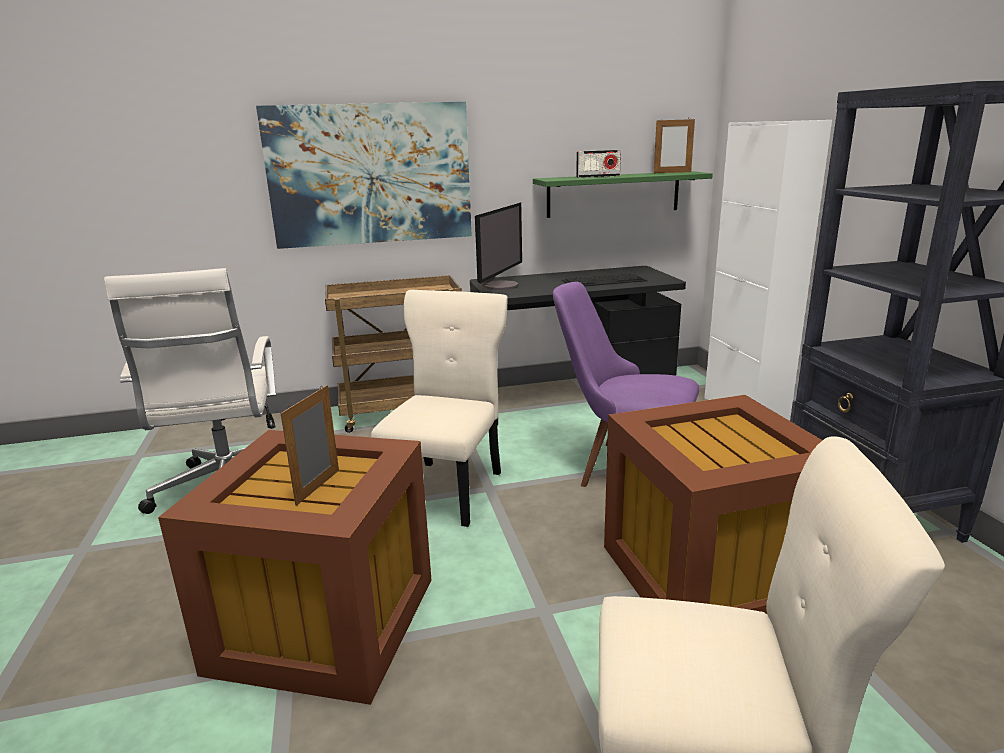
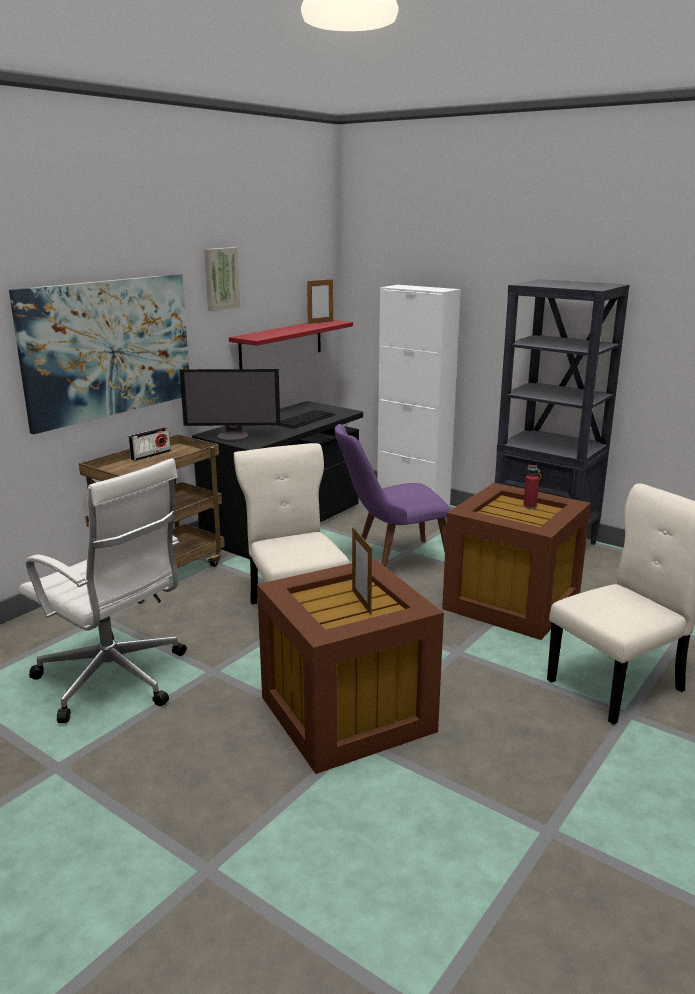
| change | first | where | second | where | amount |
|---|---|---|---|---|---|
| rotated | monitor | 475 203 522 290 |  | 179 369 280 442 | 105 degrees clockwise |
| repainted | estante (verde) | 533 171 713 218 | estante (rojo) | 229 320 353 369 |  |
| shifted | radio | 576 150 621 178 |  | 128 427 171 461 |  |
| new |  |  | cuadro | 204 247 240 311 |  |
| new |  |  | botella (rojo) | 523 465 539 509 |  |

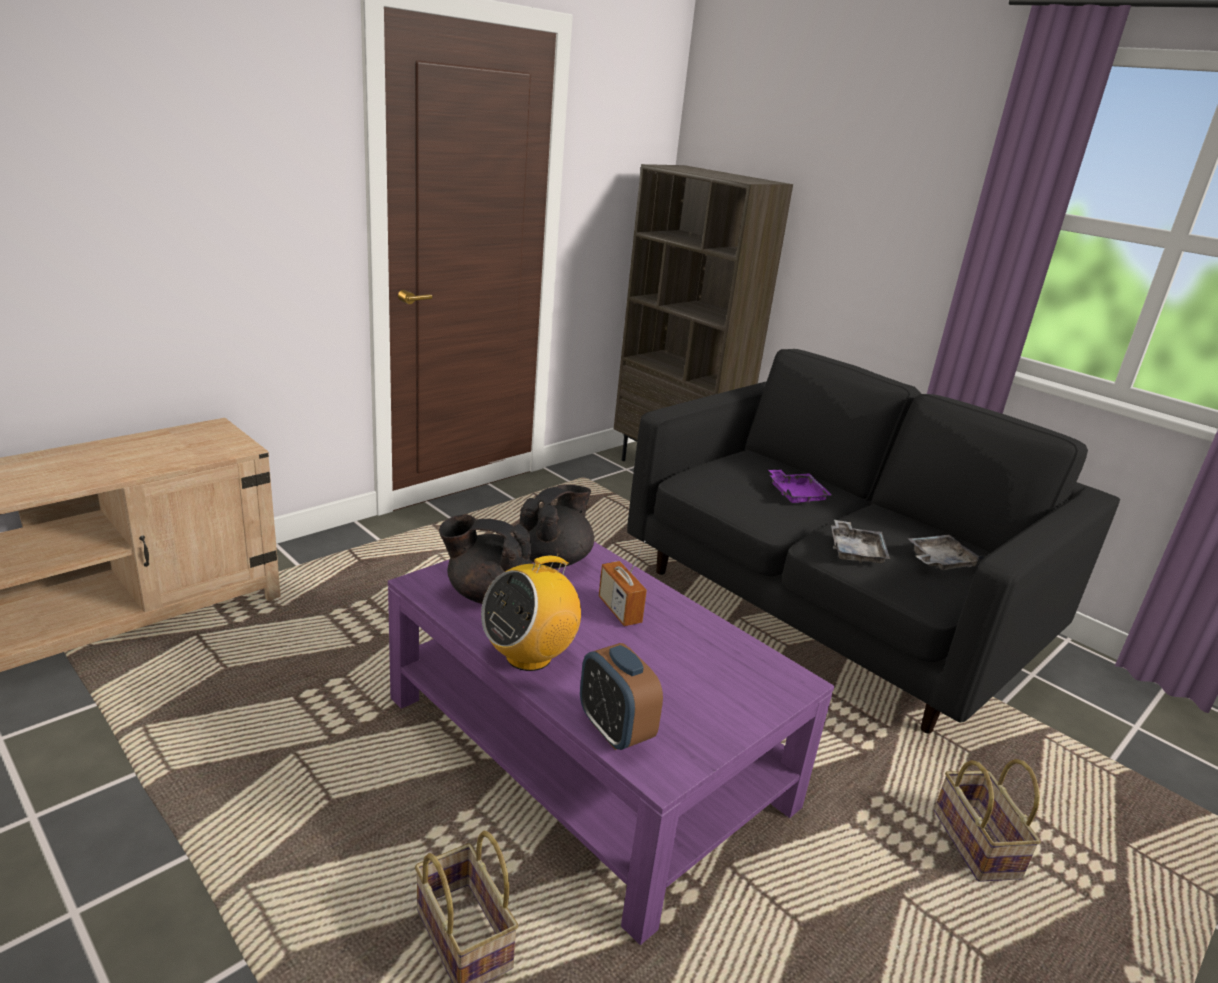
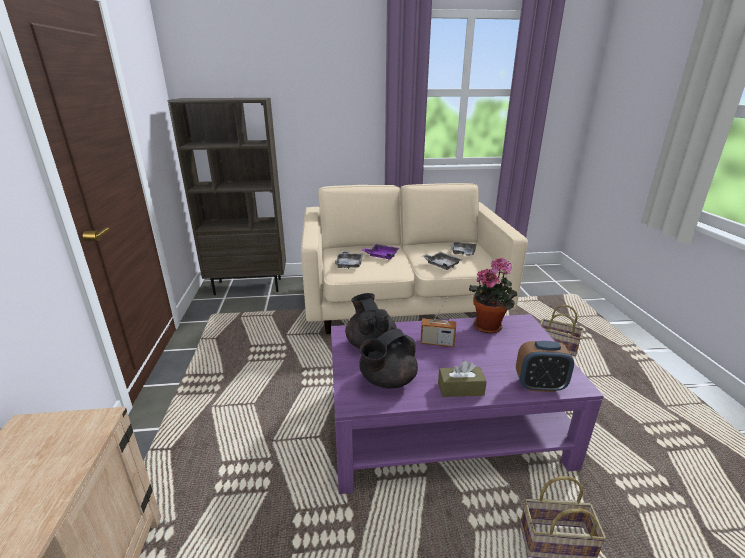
| change | first | where | second | where | amount |
|---|---|---|---|---|---|
| swapped | radio | 481 553 581 671 | caja de pañuelos (marrón) | 438 360 487 397 |  |
| repainted | sofá (negro) | 627 349 1120 734 | sofá (beis) | 301 183 528 334 |  |
| new |  |  | bandeja (gris) | 335 251 363 269 |  |
| new |  |  | planta en maceta | 469 258 517 333 |  |

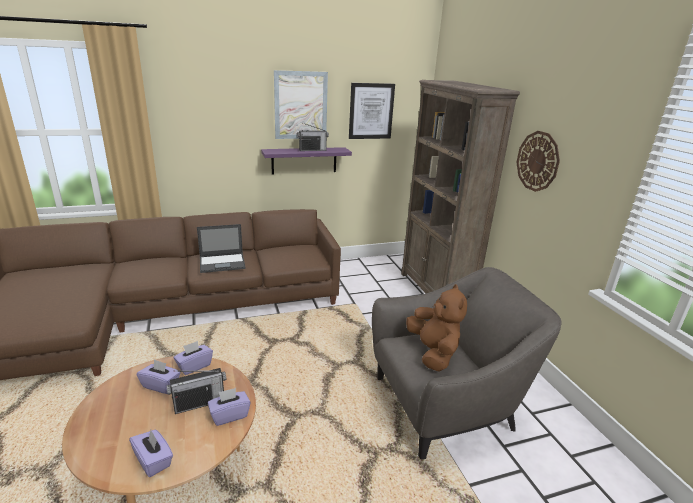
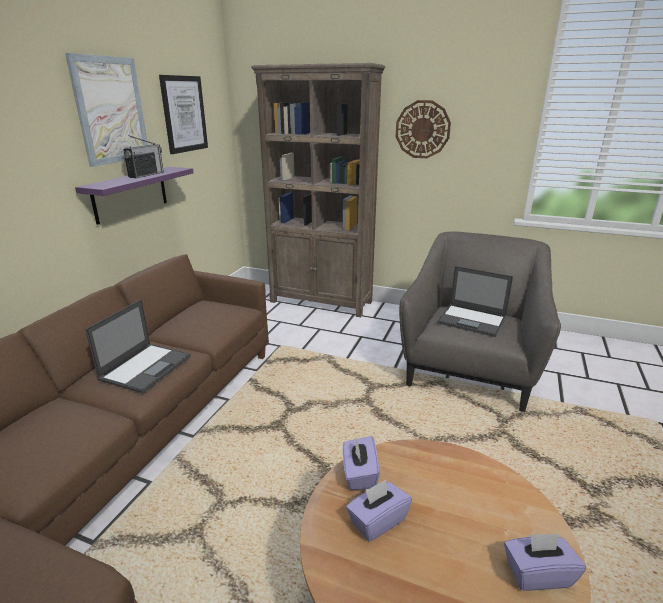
| change | first | where | second | where | amount |
|---|---|---|---|---|---|
| gone | radio | 166 368 227 414 |  |  |  |
| gone | caja de pañuelos (morado) | 208 388 250 426 |  |  |  |
| swapped | peluche (marrón) | 406 284 467 372 | portátil | 437 266 513 337 |  |

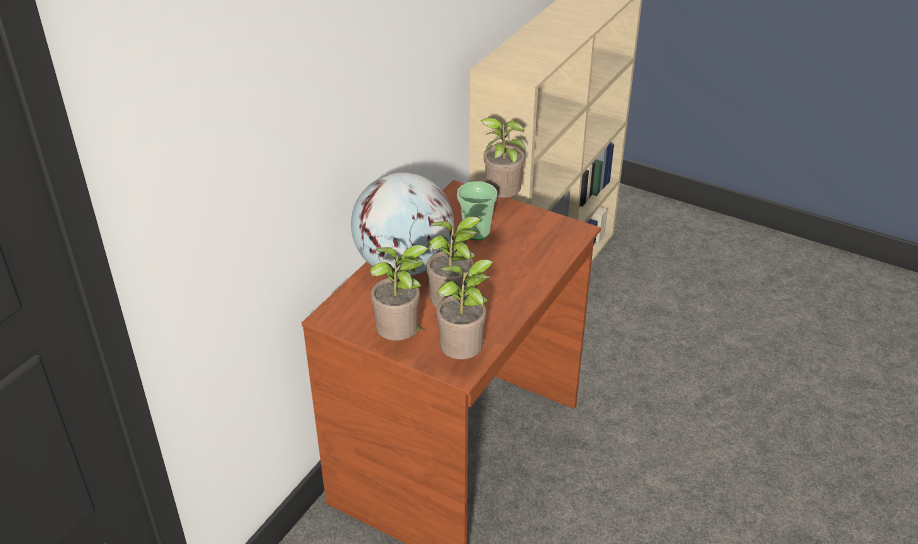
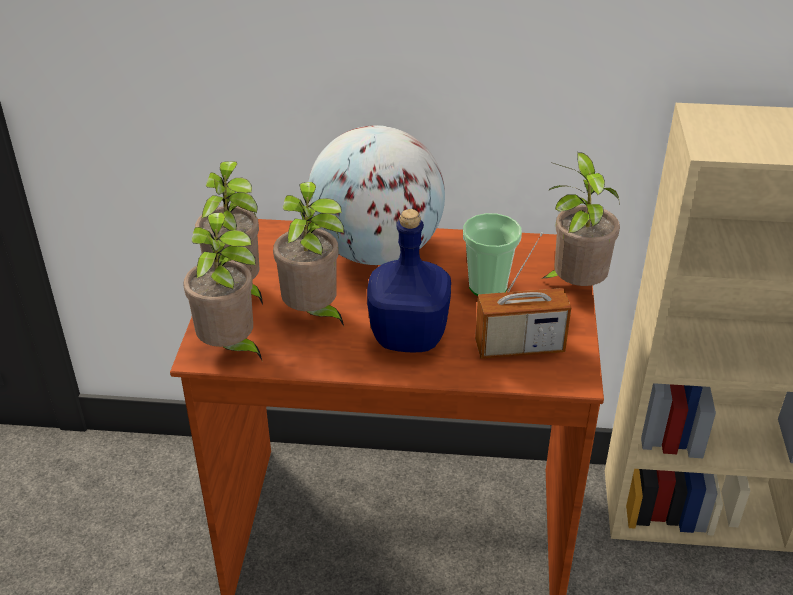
| change | first | where | second | where | amount |
|---|---|---|---|---|---|
| new |  |  | botella (azul) | 367 209 451 352 |  |
| new |  |  | radio | 475 232 571 359 |  |

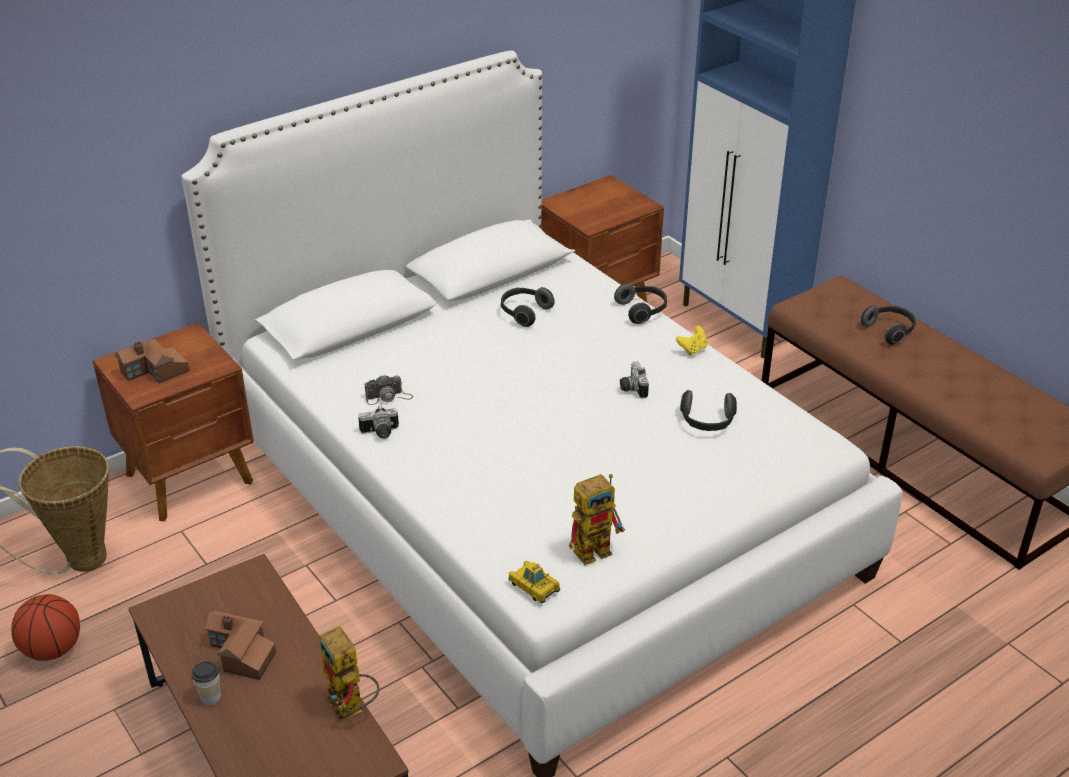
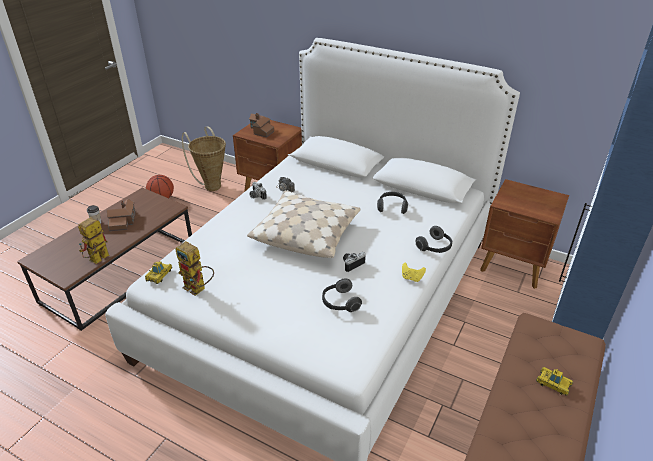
| change | first | where | second | where | amount |
|---|---|---|---|---|---|
| swapped | auriculares | 861 305 916 345 | coche de juguete | 536 367 573 396 |  |
| new |  |  | cojín (beis) | 247 191 360 258 |  |

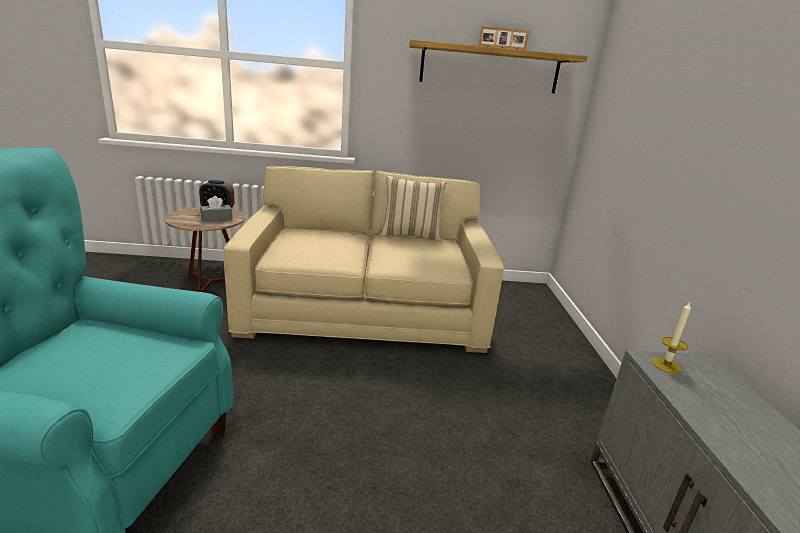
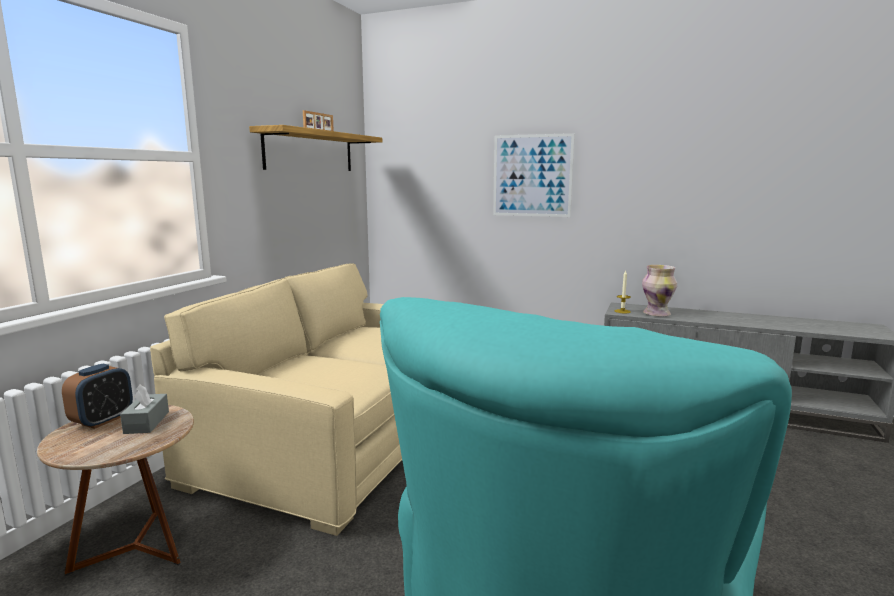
| change | first | where | second | where | amount |
|---|---|---|---|---|---|
| gone | cojín (beis) | 380 176 447 242 |  |  |  |
| new |  |  | cuadro | 493 133 575 217 |  |
| new |  |  | florero | 642 265 677 316 |  |

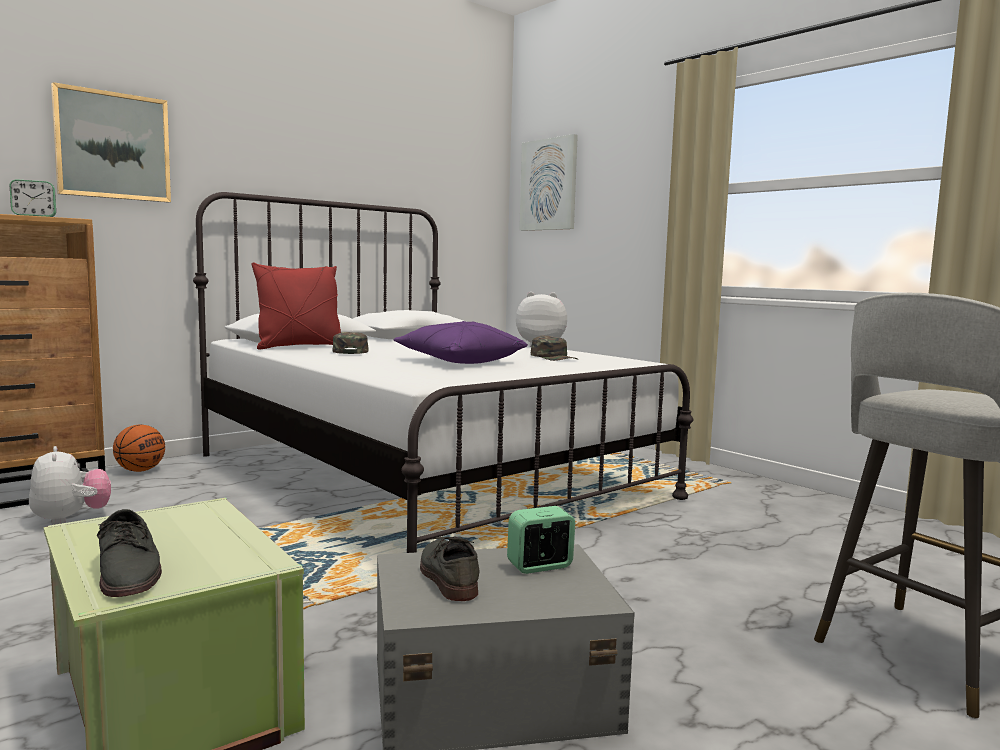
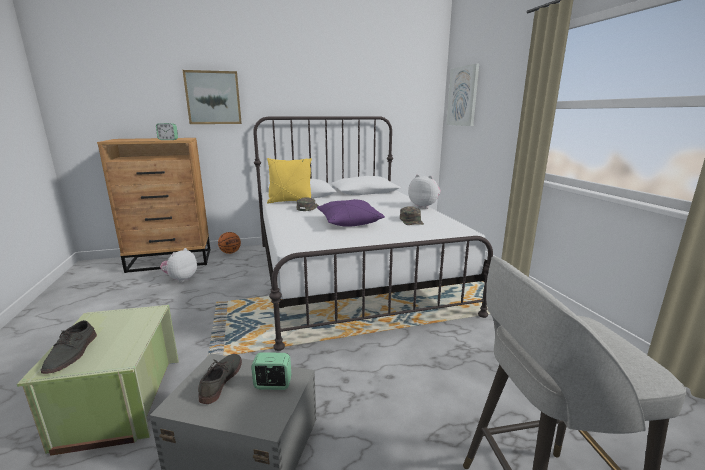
| change | first | where | second | where | amount |
|---|---|---|---|---|---|
| rotated | peluche | 29 446 111 525 |  | 160 248 197 283 | 150 degrees counterclockwise |
| repainted | cojín (rojo) | 252 262 341 350 | cojín (amarillo) | 267 158 312 203 |  |

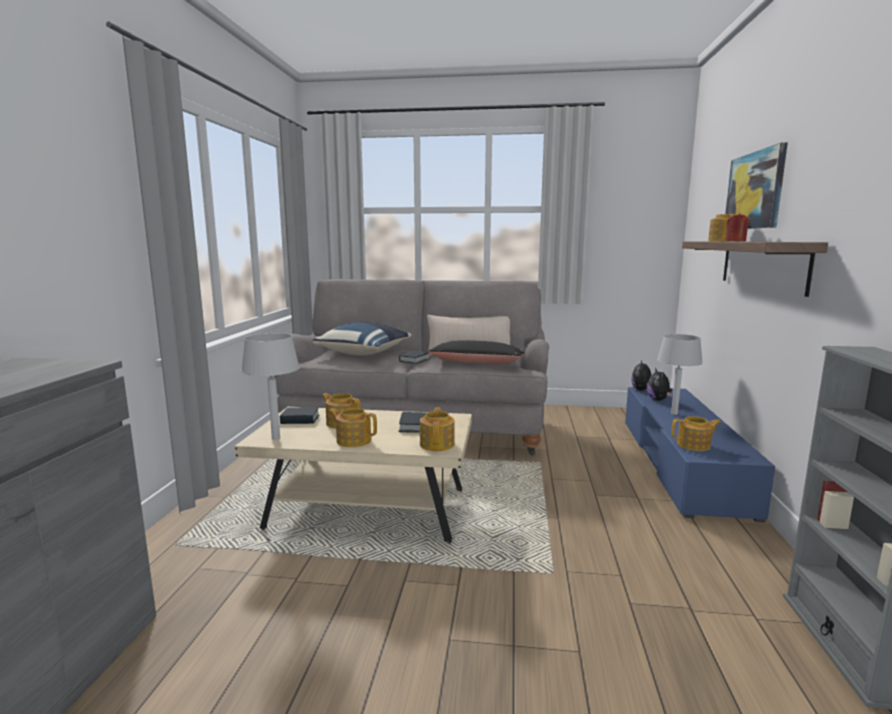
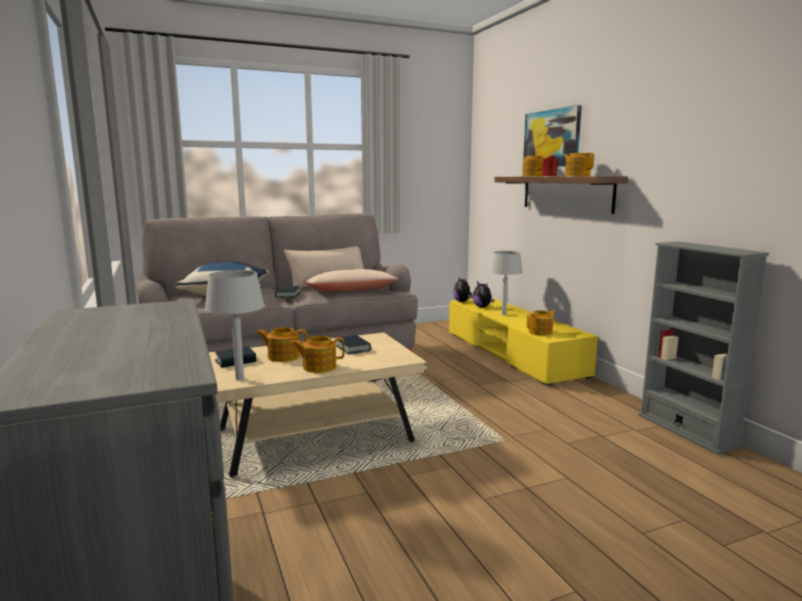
| change | first | where | second | where | amount |
|---|---|---|---|---|---|
| shifted | tetera | 420 407 455 451 |  | 563 153 594 176 |  |
| repainted | cojín (negro) | 427 340 525 364 | cojín (beis) | 305 269 398 292 |  |
| repainted | mueble de televisión (azul) | 625 387 775 523 | mueble de televisión (amarillo) | 449 298 598 386 |  |

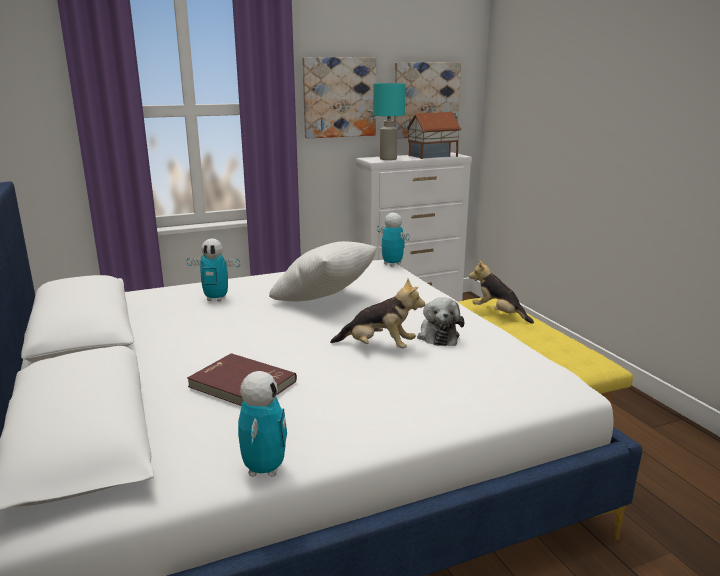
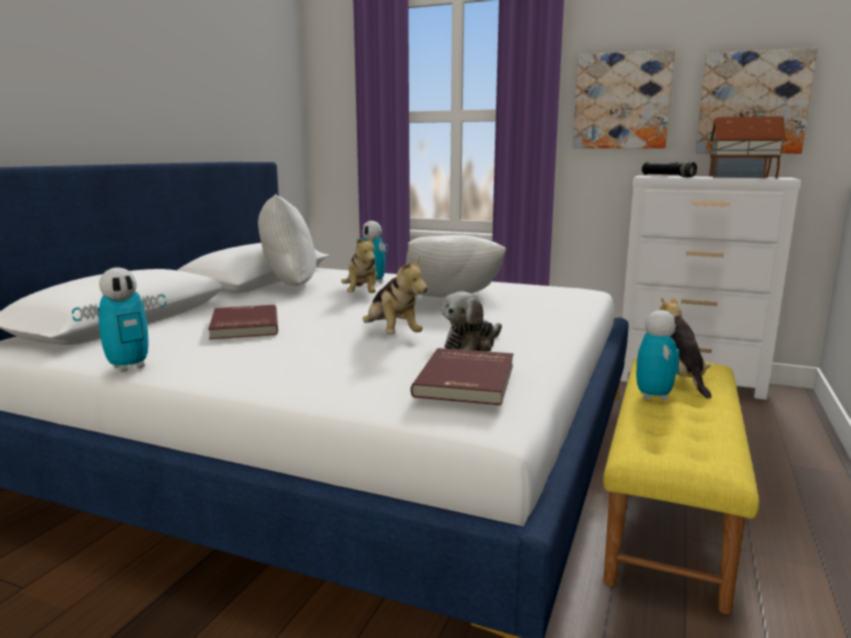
| change | first | where | second | where | amount |
|---|---|---|---|---|---|
| swapped | lámpara de mesa (turquesa) | 373 83 406 160 | linterna (negro) | 642 162 697 177 |  |
| shifted | robot de juguete | 377 212 410 267 |  | 636 310 679 400 |  |
| new |  |  | cojín (blanco) | 258 194 317 286 |  |
| new |  |  | peluche | 341 235 377 293 |  |
| new |  |  | libro (rojo) | 410 348 513 405 |  |

